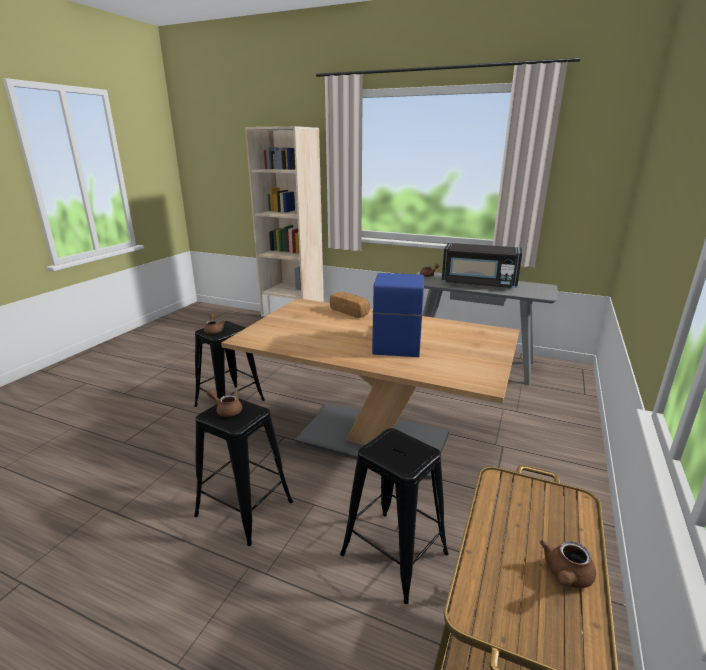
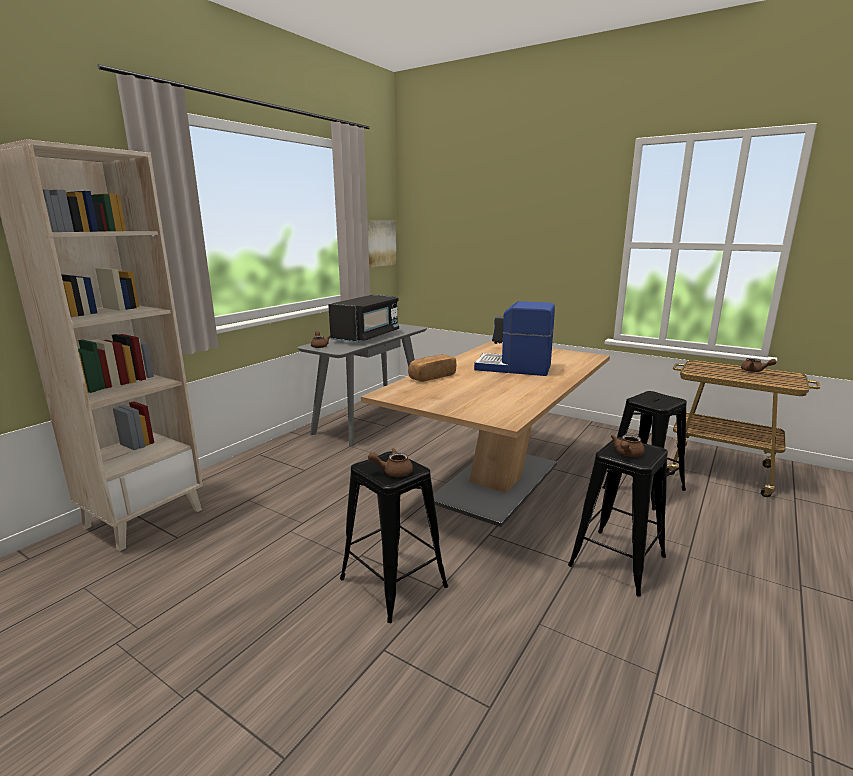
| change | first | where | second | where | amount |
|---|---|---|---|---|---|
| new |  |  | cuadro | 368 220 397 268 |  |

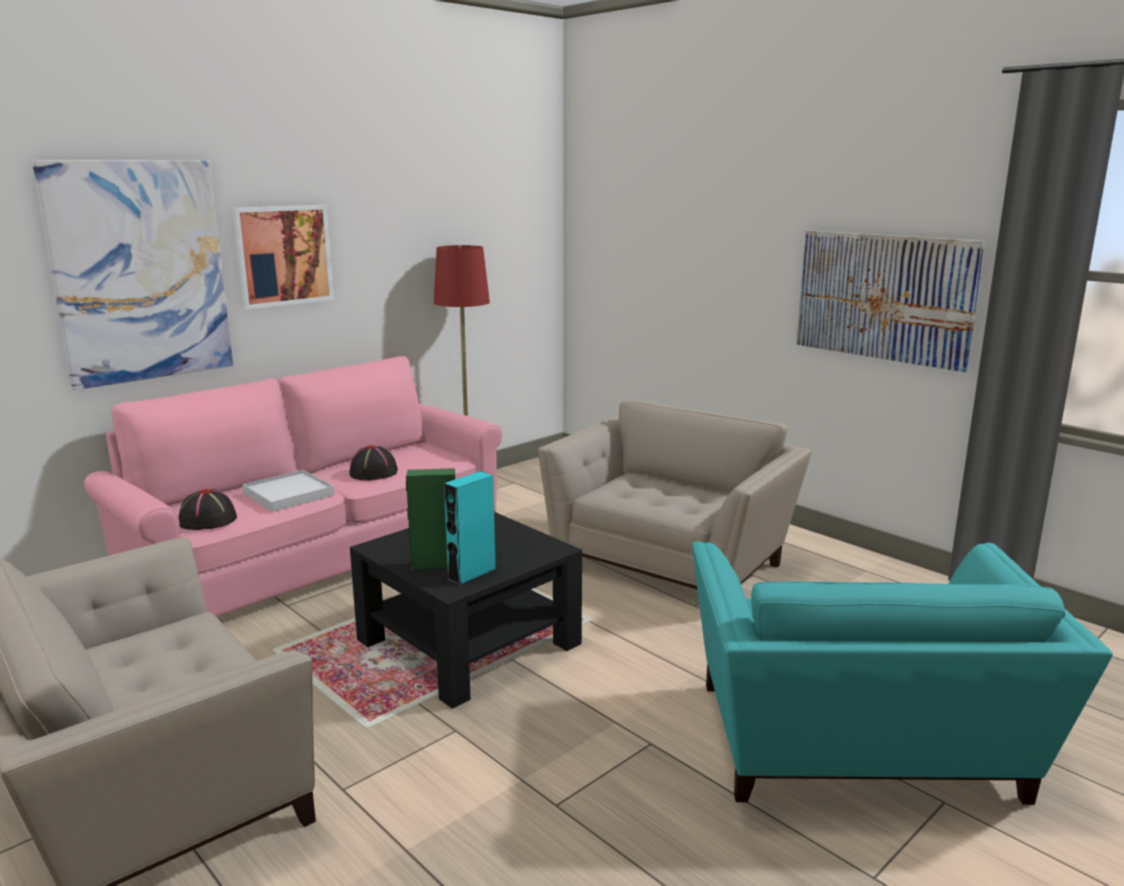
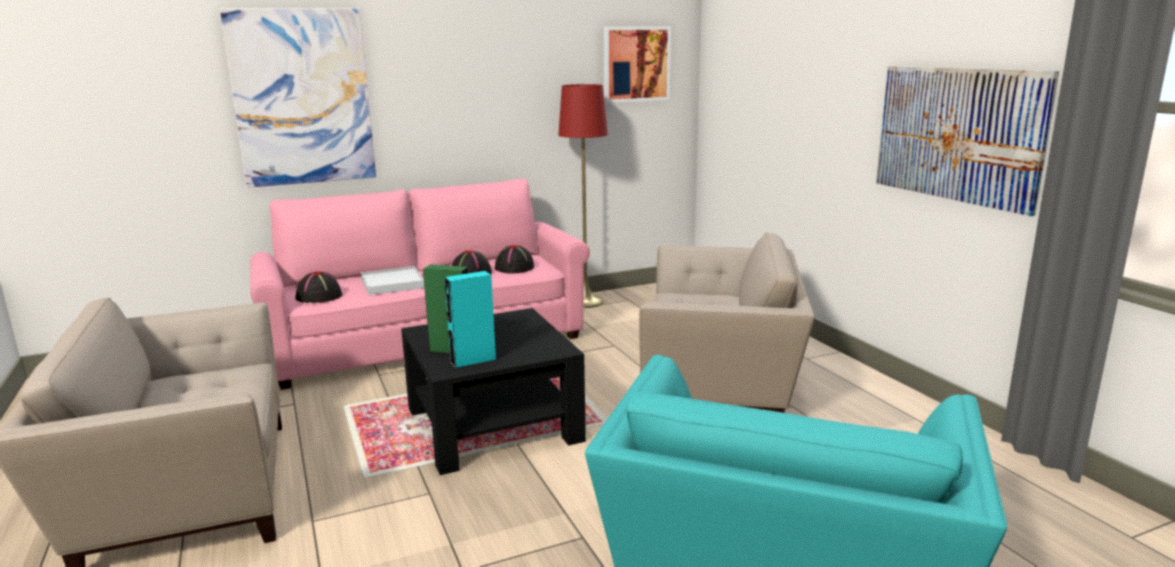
| change | first | where | second | where | amount |
|---|---|---|---|---|---|
| shifted | cuadro | 232 205 334 310 |  | 604 26 671 103 |  |
| rotated | sillón (beis) | 538 401 812 589 |  | 639 232 815 413 | 45 degrees clockwise |
| new |  |  | sombrero (negro) | 495 245 534 273 |  |

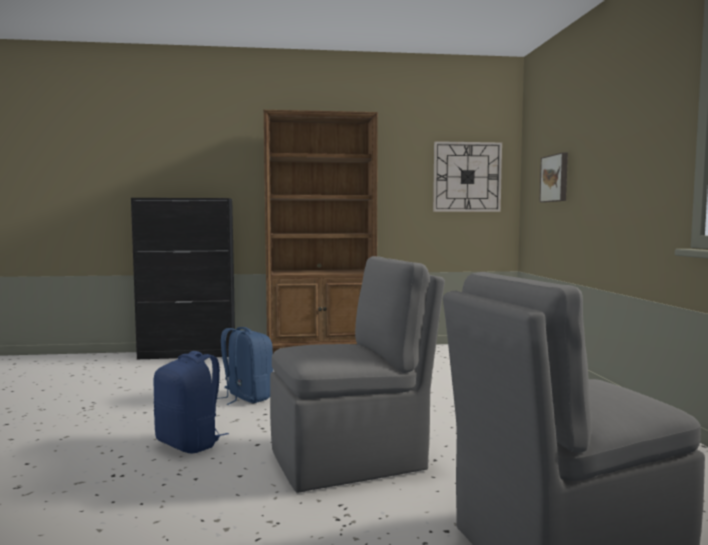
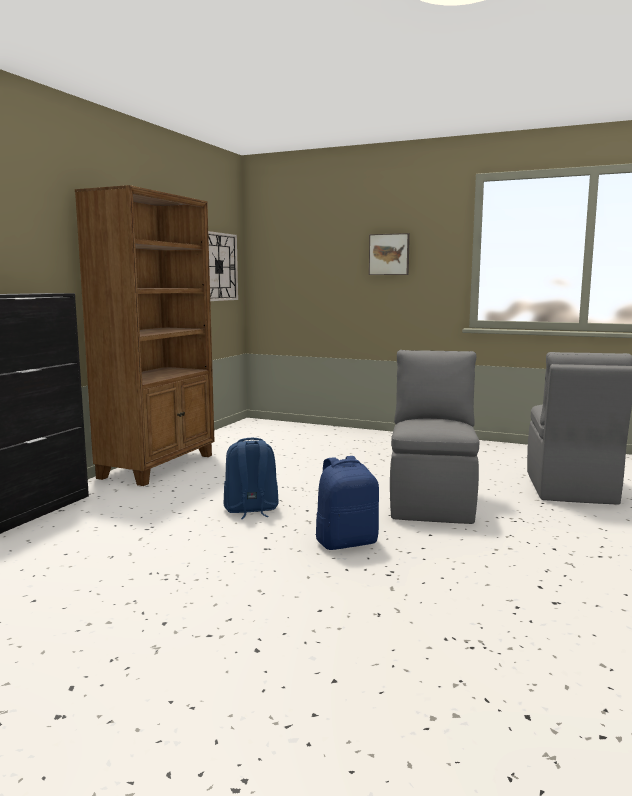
| change | first | where | second | where | amount |
|---|---|---|---|---|---|
| shifted | cuadro | 539 152 568 202 |  | 369 233 410 275 |  |

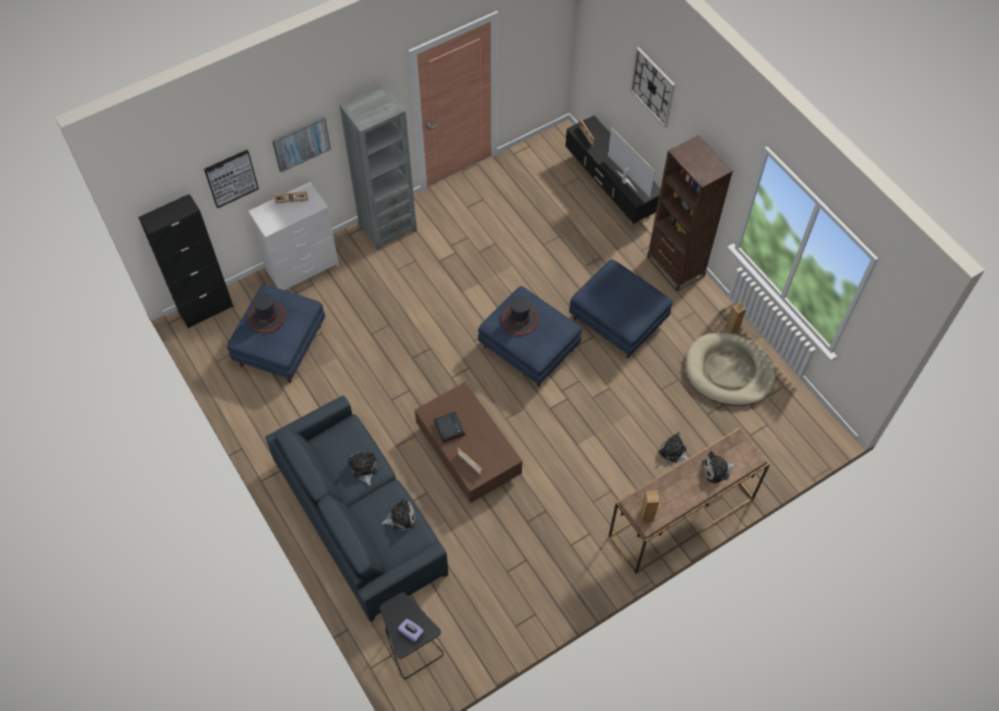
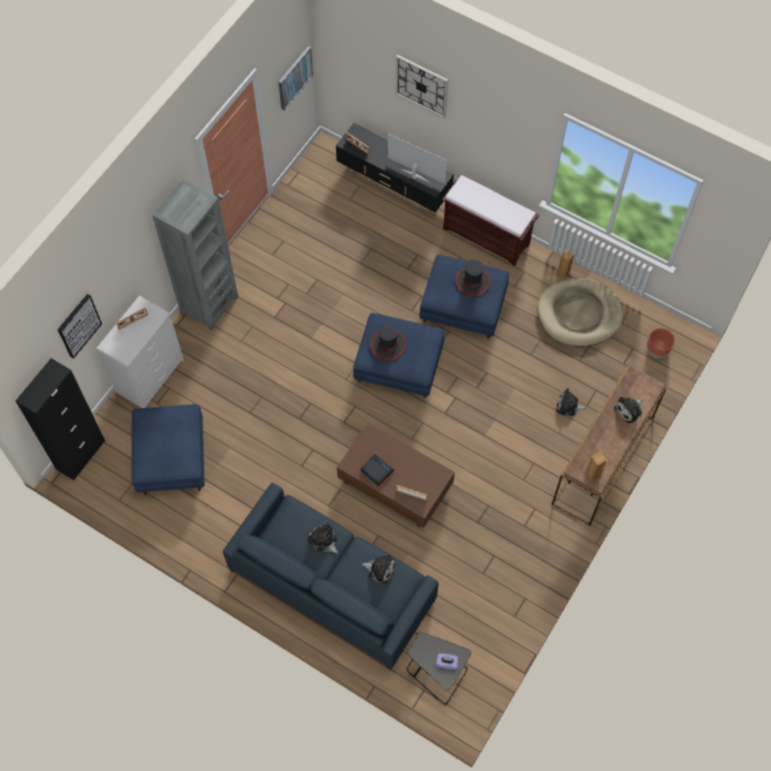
| change | first | where | second | where | amount |
|---|---|---|---|---|---|
| shifted | sombrero | 248 293 286 333 |  | 455 259 491 297 |  |
| shifted | cuadro | 272 116 331 172 |  | 278 46 313 110 |  |
| rotated | peluche | 381 498 415 530 |  | 362 554 396 584 | 60 degrees clockwise |
| swapped | estantería (marrón) | 647 135 733 291 | banco (marrón) | 442 174 539 266 |  |
| new |  |  | maceta (marrón) | 647 328 675 358 |  |

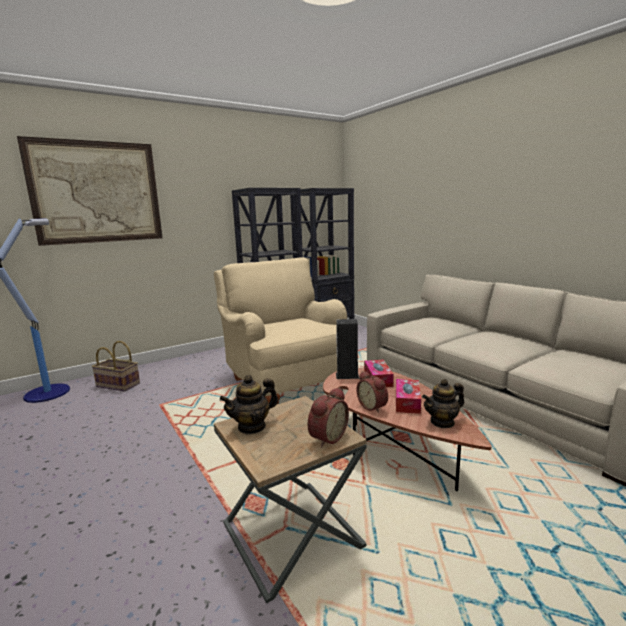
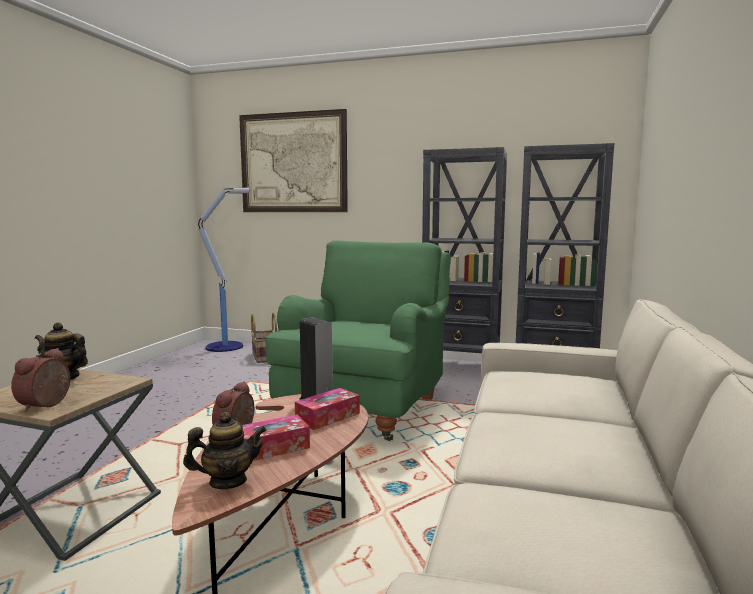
| change | first | where | second | where | amount |
|---|---|---|---|---|---|
| repainted | sillón (beis) | 214 258 347 404 | sillón (verde) | 266 241 451 441 |  |
| rotated | despertador | 308 387 349 448 |  | 11 348 71 412 | 105 degrees clockwise |
| rotated | tetera | 422 379 464 428 |  | 183 412 267 490 | 135 degrees clockwise |

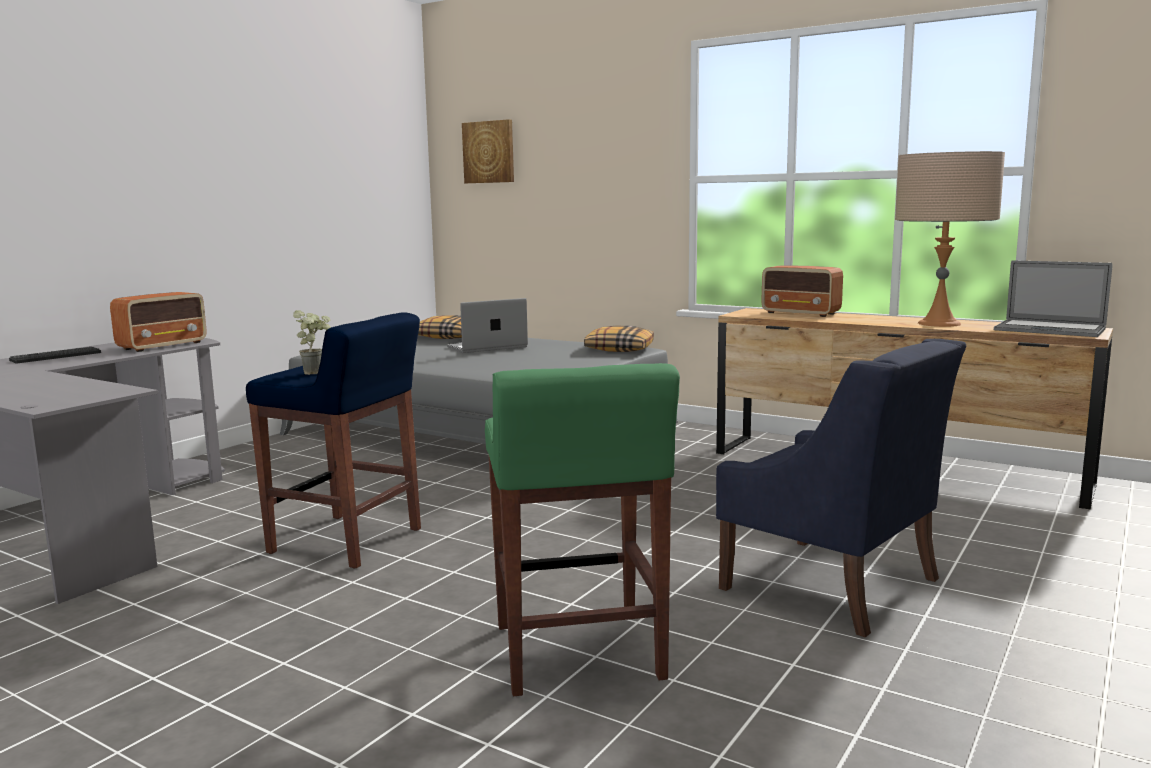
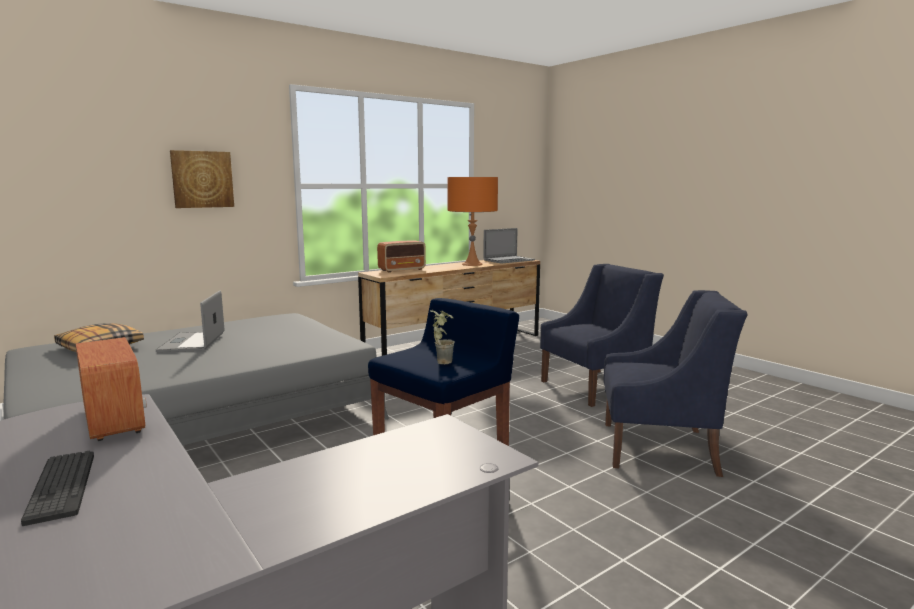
| change | first | where | second | where | amount |
|---|---|---|---|---|---|
| shifted | cuadro | 462 119 514 183 |  | 170 150 234 208 |  |
| swapped | taburete (verde) | 485 363 680 696 | sillón (azul) | 604 290 748 477 |  |
| gone | cojín | 584 326 654 352 |  |  |  |
| repainted | lámpara de mesa (beis) | 895 151 1005 327 | lámpara de mesa (naranja) | 448 177 498 266 |  |

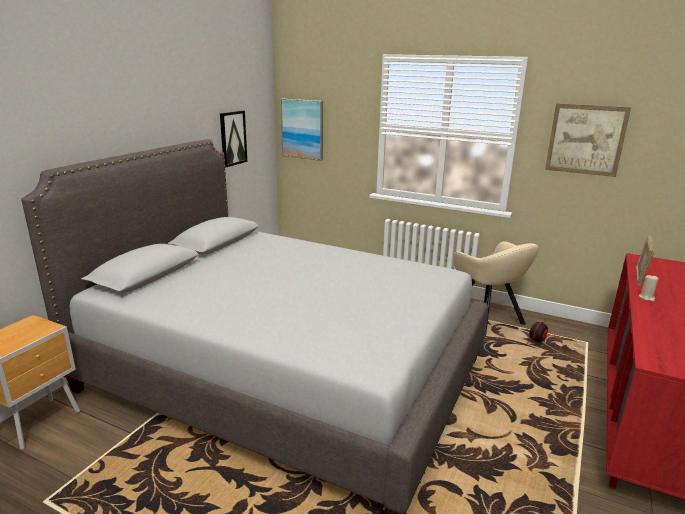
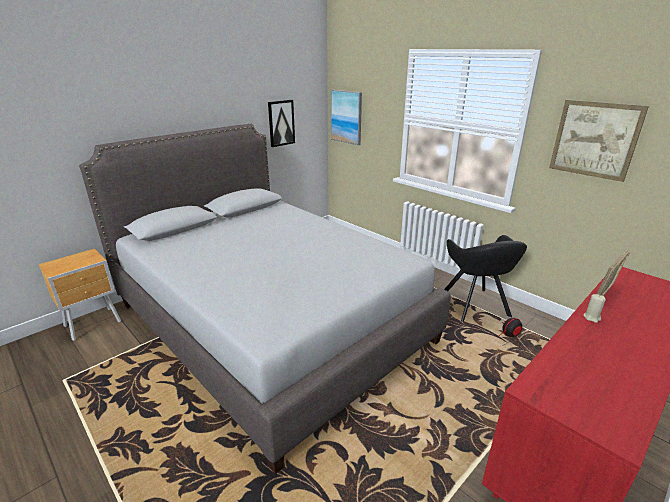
| change | first | where | second | where | amount |
|---|---|---|---|---|---|
| repainted | sillón (beis) | 453 241 539 337 | sillón (negro) | 444 235 527 322 |  |

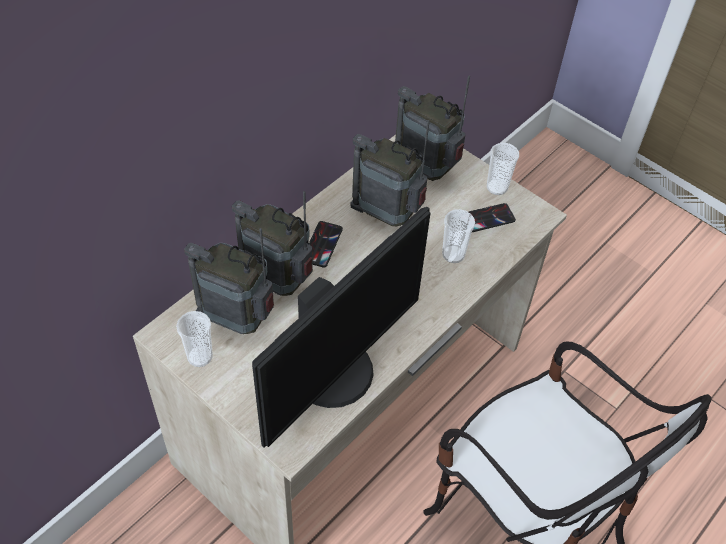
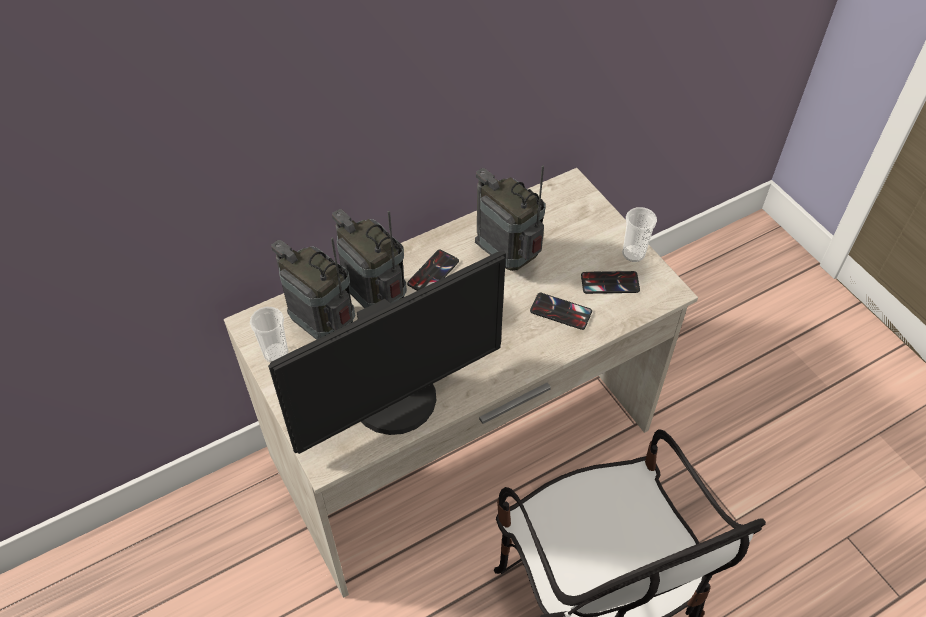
| change | first | where | second | where | amount |
|---|---|---|---|---|---|
| gone | radio | 395 76 470 181 |  |  |  |
| swapped | taza | 442 209 475 263 | móvil | 530 293 592 330 |  |

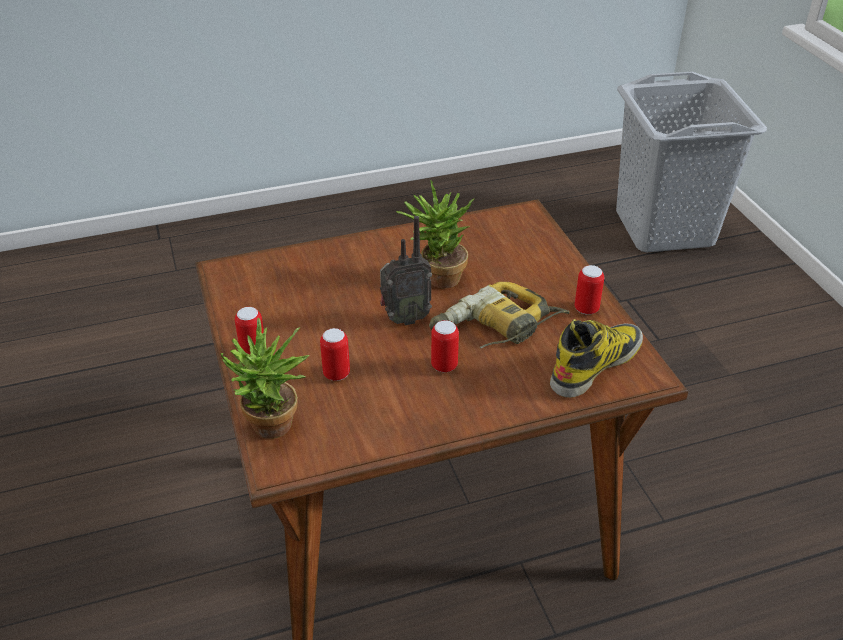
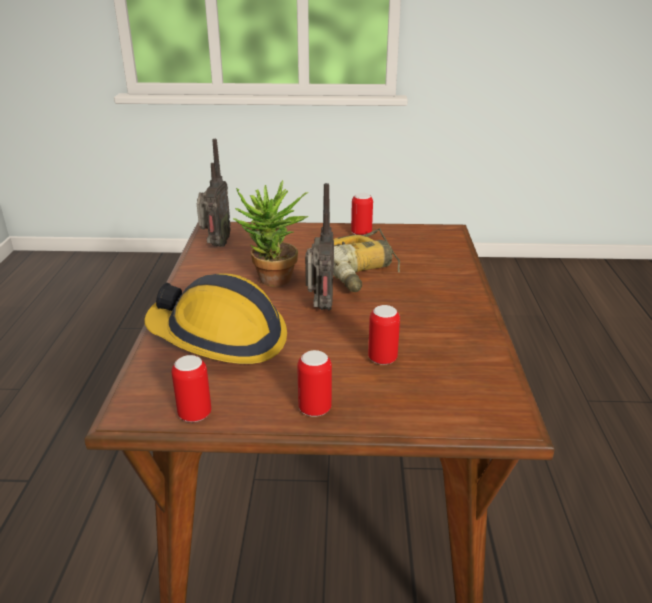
| change | first | where | second | where | amount |
|---|---|---|---|---|---|
| gone | planta en maceta | 220 317 310 439 |  |  |  |
| shifted | lata | 431 320 459 372 |  | 172 355 211 422 |  |
| gone | bota | 550 319 643 398 |  |  |  |
| gone | cesto de la ropa (gris) | 616 72 767 252 |  |  |  |
| new |  |  | casco | 144 273 287 364 |  |
| new |  |  | radio | 197 139 231 247 |  |

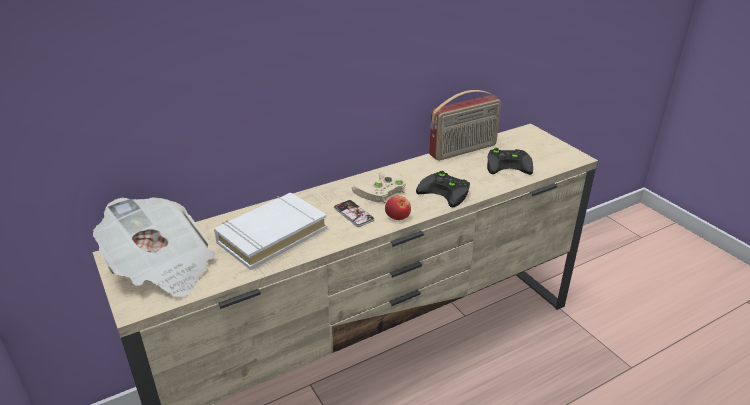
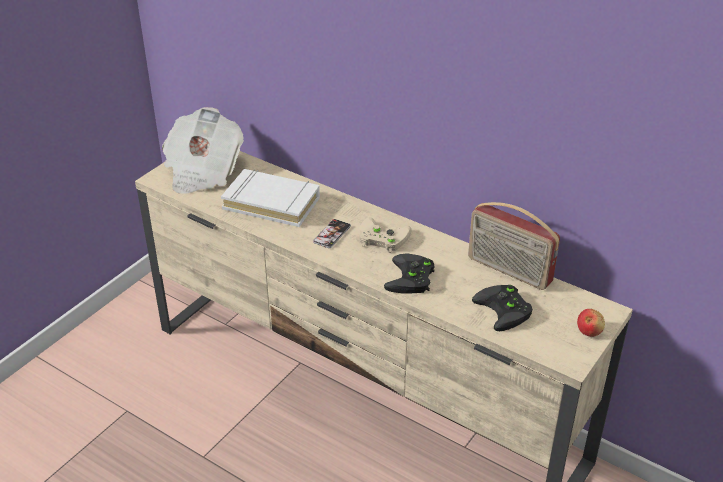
| change | first | where | second | where | amount |
|---|---|---|---|---|---|
| shifted | manzana | 385 196 411 220 |  | 577 309 605 337 |  |

